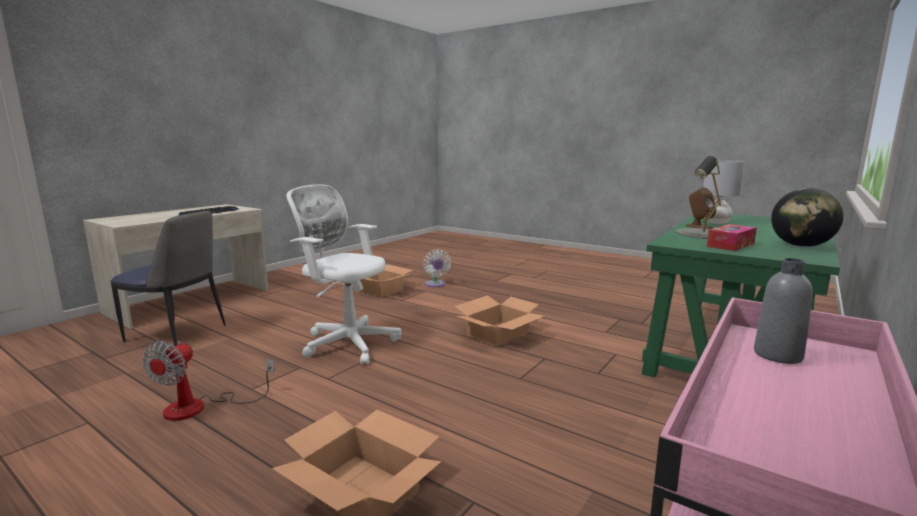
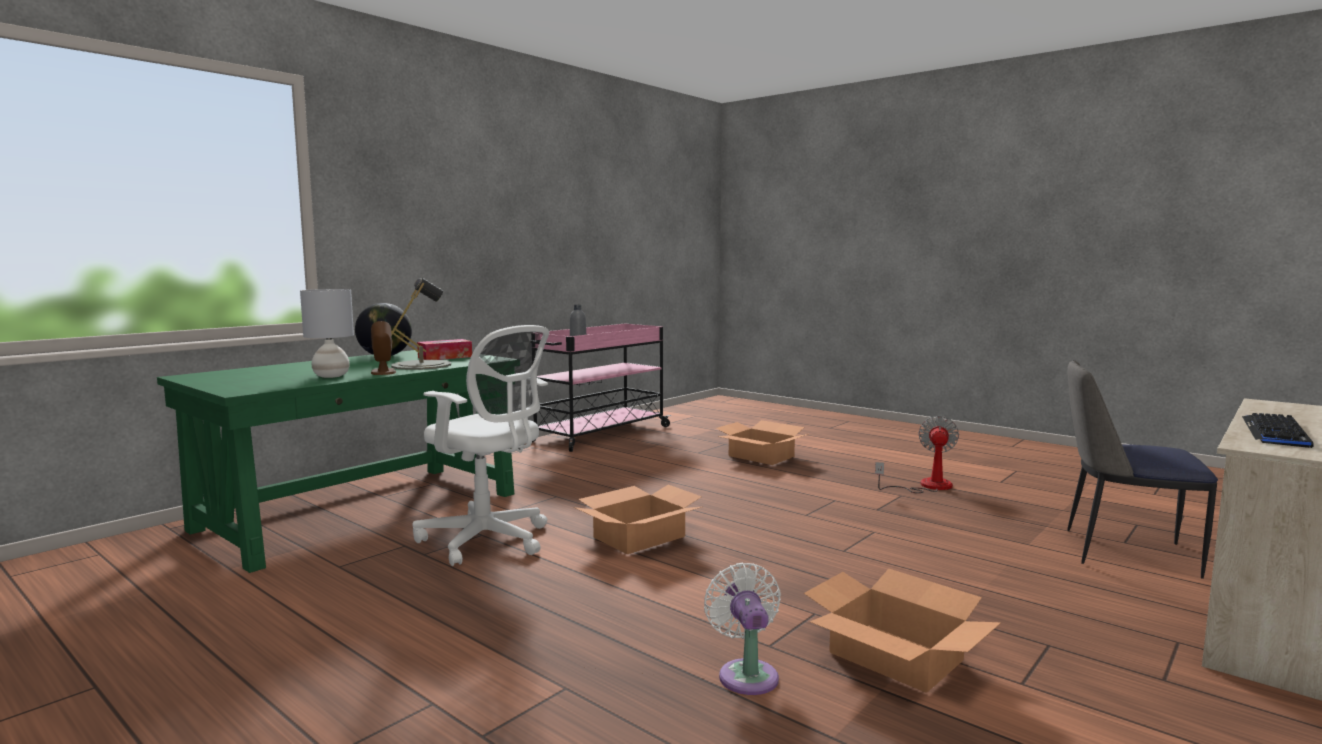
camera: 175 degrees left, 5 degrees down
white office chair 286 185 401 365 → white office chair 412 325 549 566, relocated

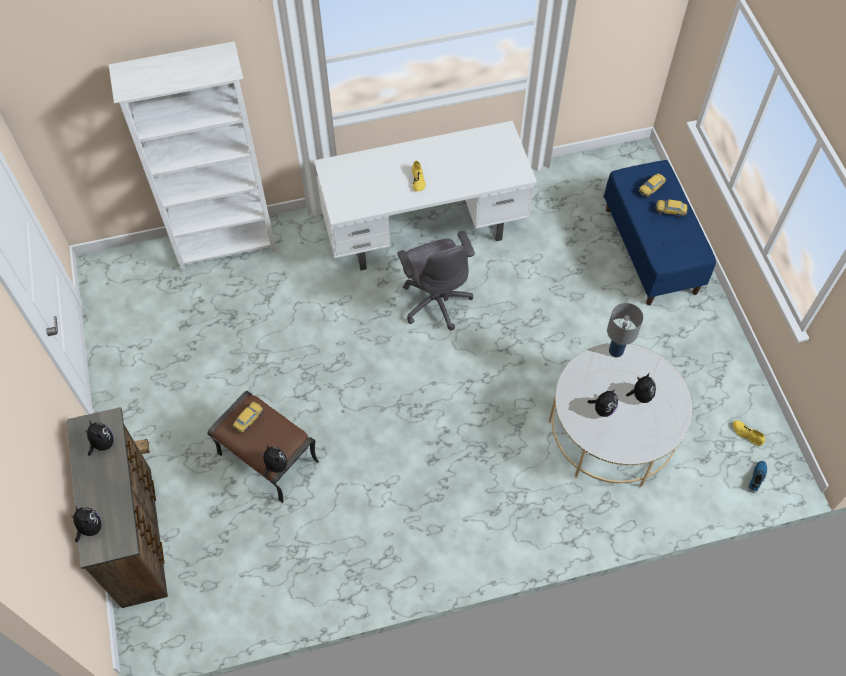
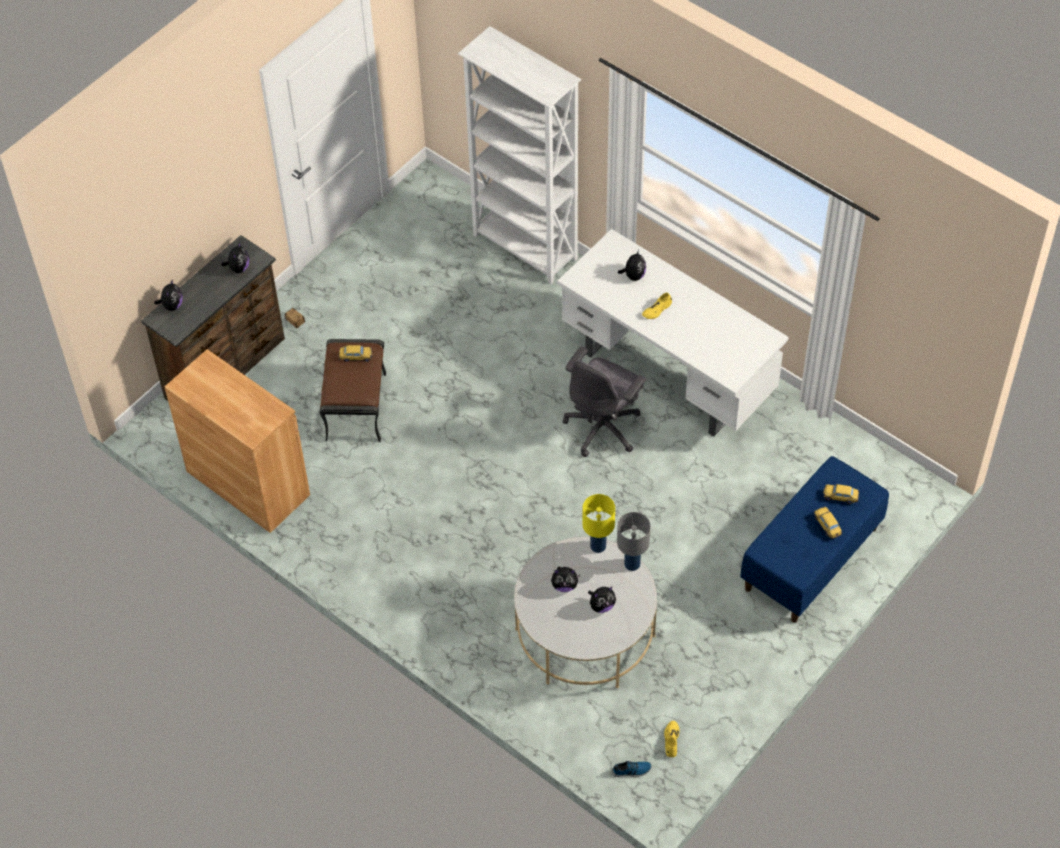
camera: 55 degrees right, 5 degrees down
plush toy 260 445 287 477 → plush toy 618 250 646 281, relocated
- → brown cabinet 165 349 310 533
- → yellow table lamp 582 494 615 553

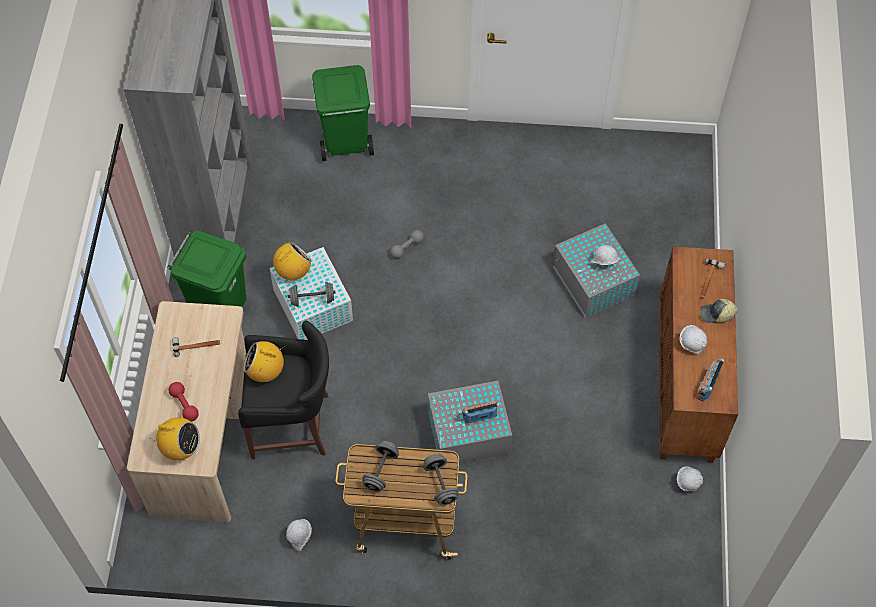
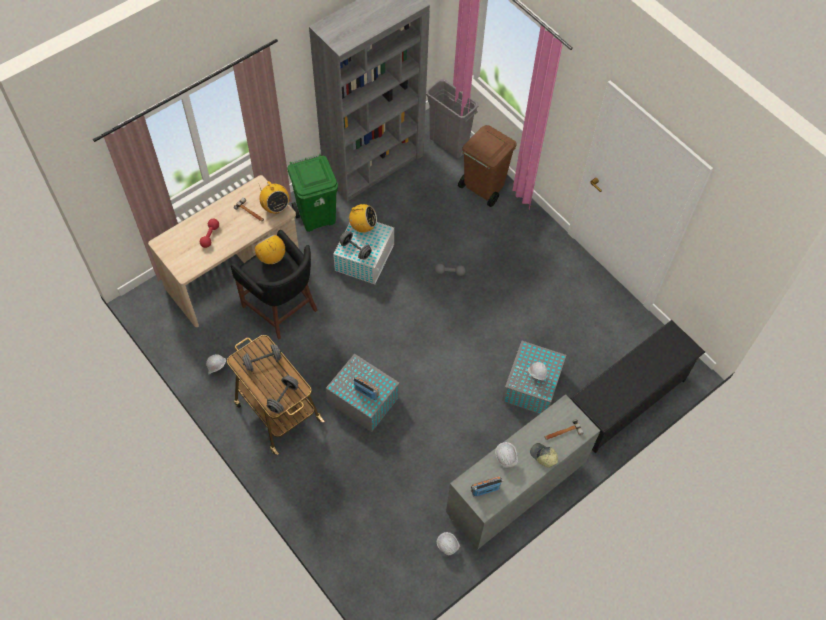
camera: 45 degrees right, 0 degrees up
radio 152 417 200 460 → radio 259 181 289 214, relocated
green trash can 312 65 374 161 → brown trash can 458 125 517 207
brown cabinet 659 246 738 463 → grey cabinet 446 394 601 550
- → grey trash can 426 79 478 159
- → black shoe rack 570 320 705 454

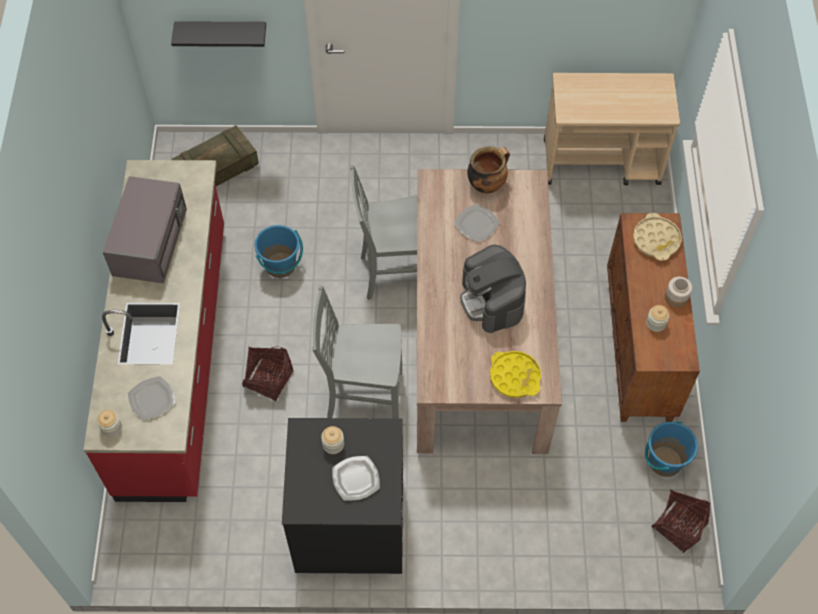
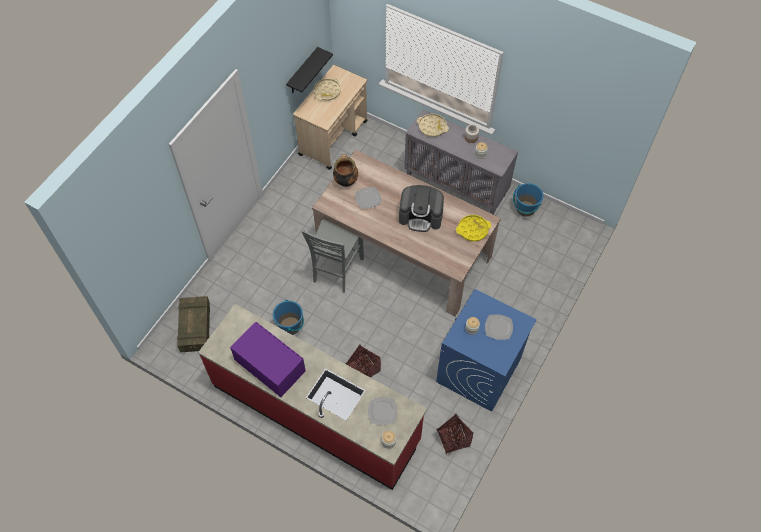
camera: 60 degrees left, 0 degrees up
grey microwave 103 176 187 283 → purple microwave 230 322 306 397
black shelf 171 21 266 47 → black shelf 286 47 333 93, relocated
black washing machine 282 418 403 574 → blue washing machine 436 289 537 412
grey chair 312 286 402 419 → -
brown cabinet 607 213 700 422 → grey cabinet 404 109 518 214
basket 651 490 710 553 → basket 437 414 473 454, relocated
- → beige tray 313 78 341 101

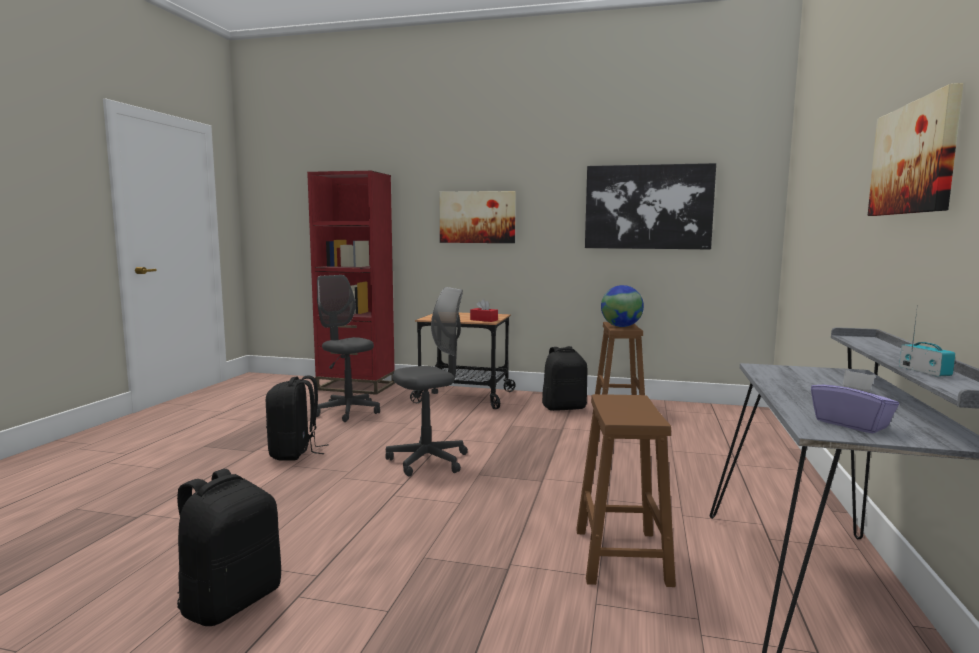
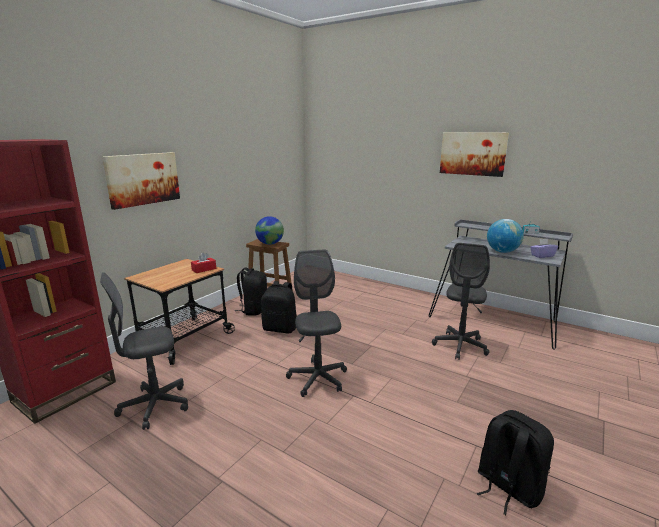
camera: 70 degrees left, 10 degrees up
black backpack 266 375 329 460 → black backpack 261 281 297 334, relocated
brown stool 576 394 676 587 → grey office chair 432 243 490 360
picture 585 163 716 249 → -
- → globe 487 219 524 253

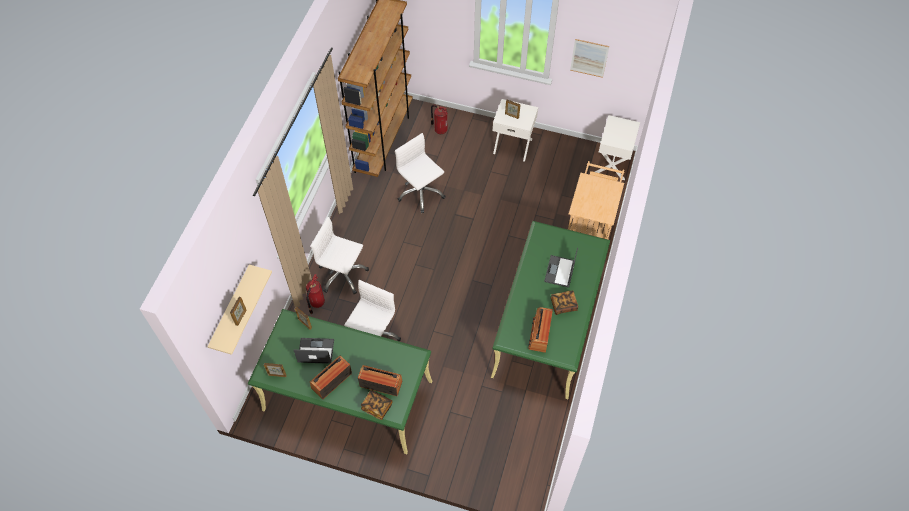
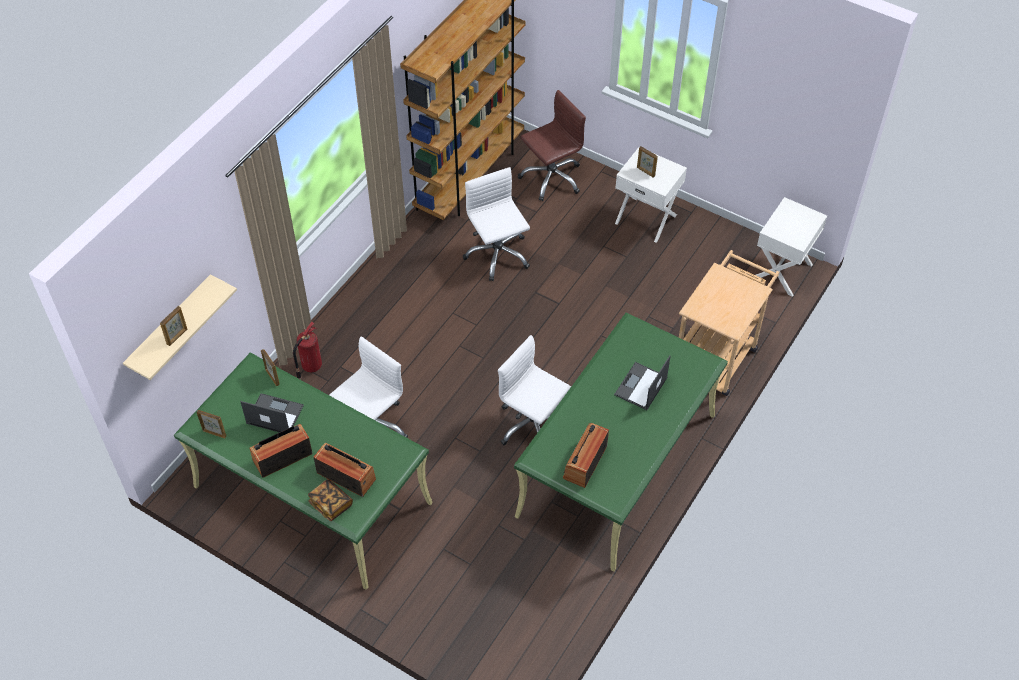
camera: 15 degrees right, 5 degrees down
white office chair 311 217 369 294 → white office chair 498 335 571 445, relocated
fire extinguisher 431 105 448 134 → brown office chair 518 90 586 201
book 551 290 578 315 → -
picture 570 39 609 78 → -

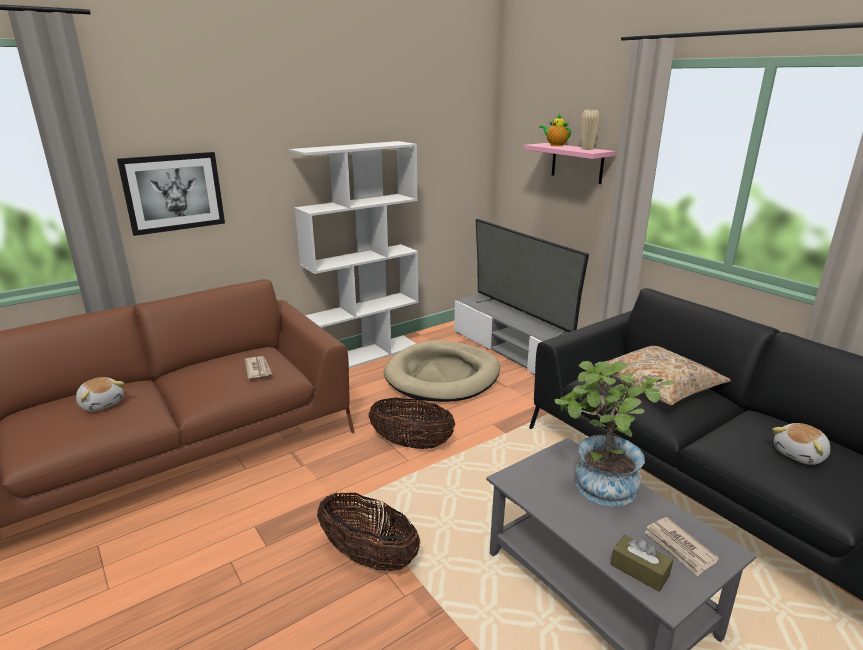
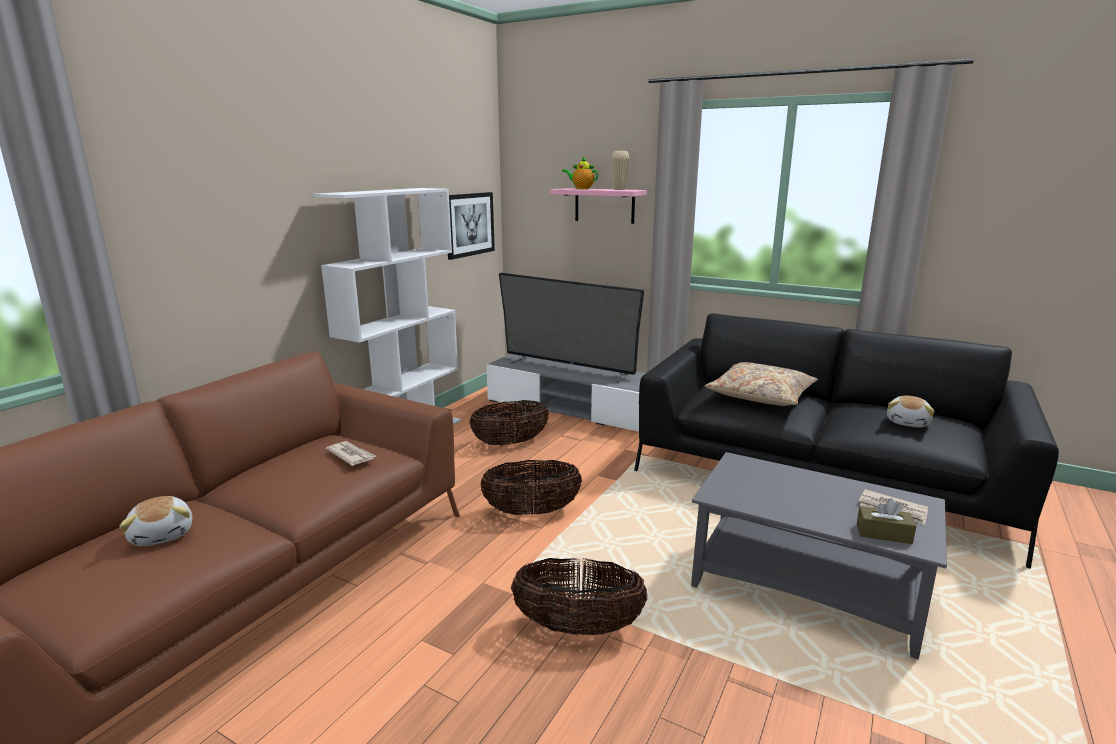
camera: 25 degrees left, 5 degrees down
plush toy 76 377 125 412 → plush toy 119 496 192 546, 45 degrees clockwise
picture 117 152 225 236 → picture 448 192 495 260, relocated
beige dog bed 384 340 500 402 → basket 469 400 549 445
potted plant 555 361 674 507 → -

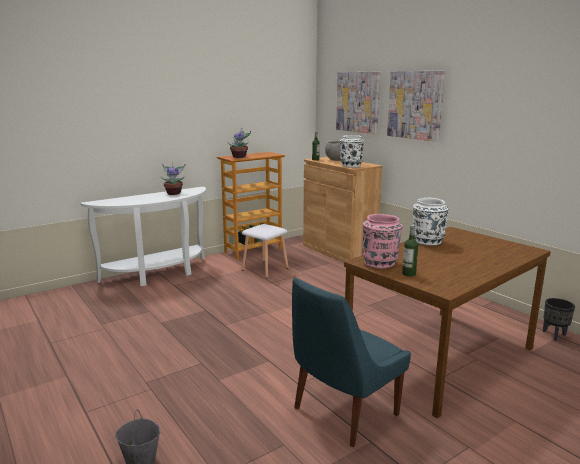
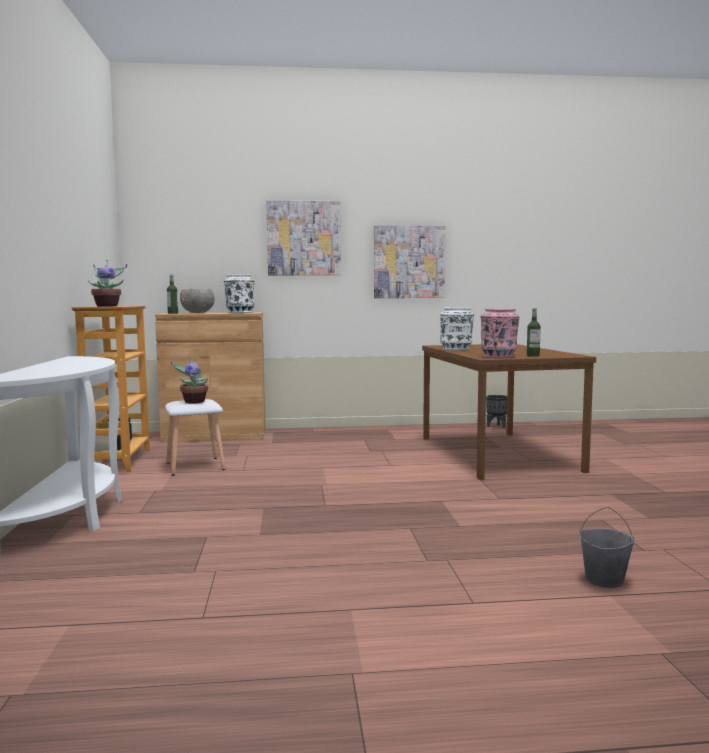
camera: 60 degrees left, 10 degrees down
potted plant 161 162 186 195 → potted plant 171 356 208 403, relocated
blue chair 292 277 411 447 → -
picture 336 72 381 134 → picture 374 225 445 298, relocated

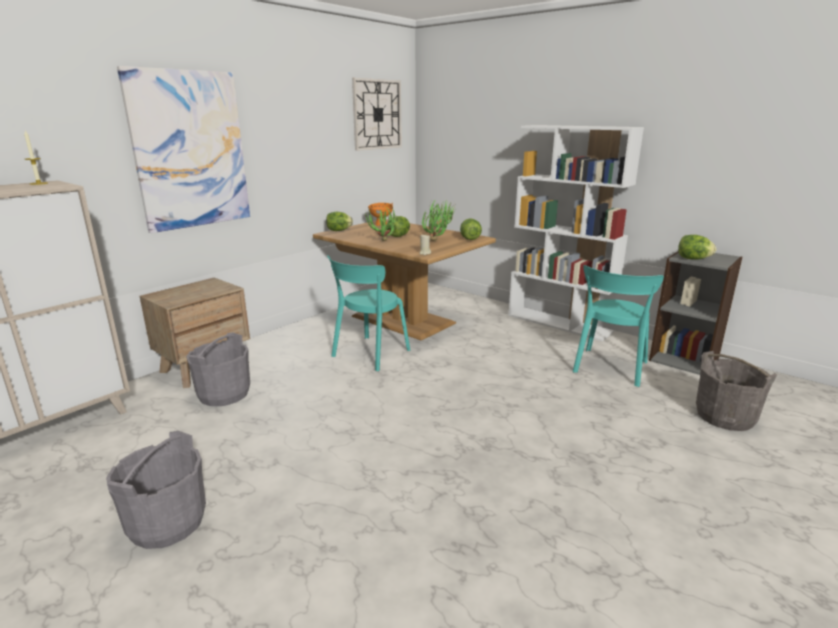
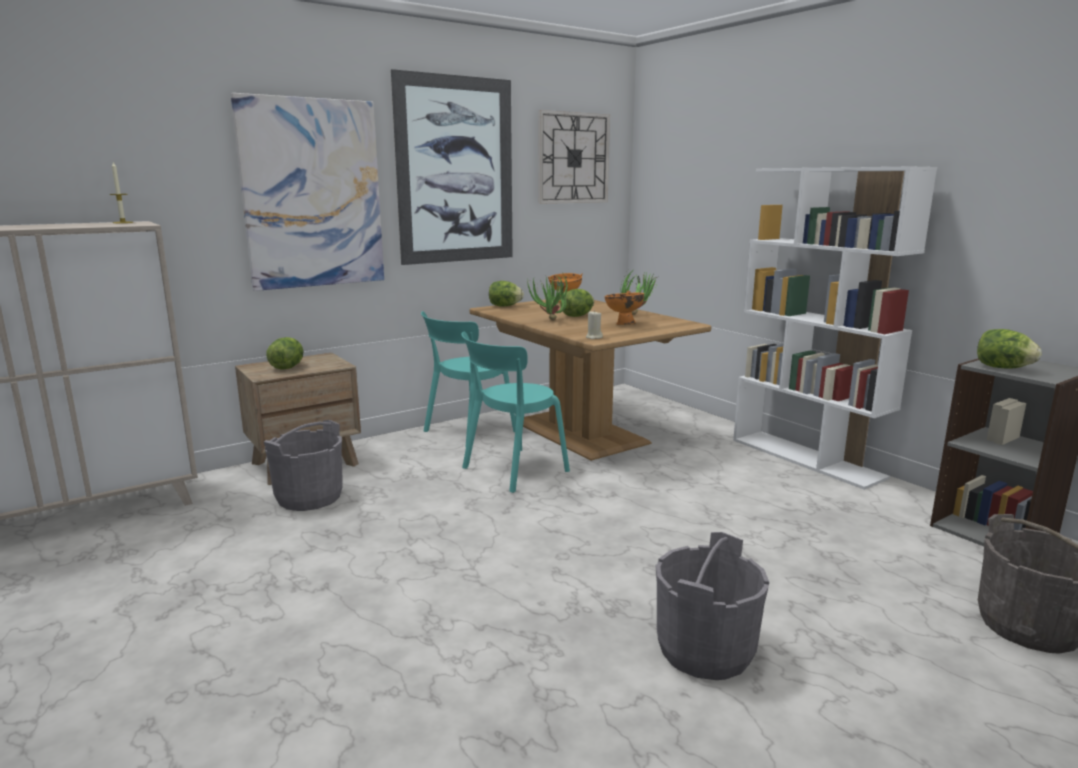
camera: 15 degrees right, 5 degrees down
grey bucket 106 431 206 549 → grey bucket 656 532 769 680, relocated
potted plant 421 204 453 241 → orange bowl 604 290 644 325
lettuce 460 218 482 240 → lettuce 266 337 304 369, relocated
turquoise chair 573 265 664 387 → turquoise chair 421 311 516 448, relocated
- → picture 391 69 513 265

